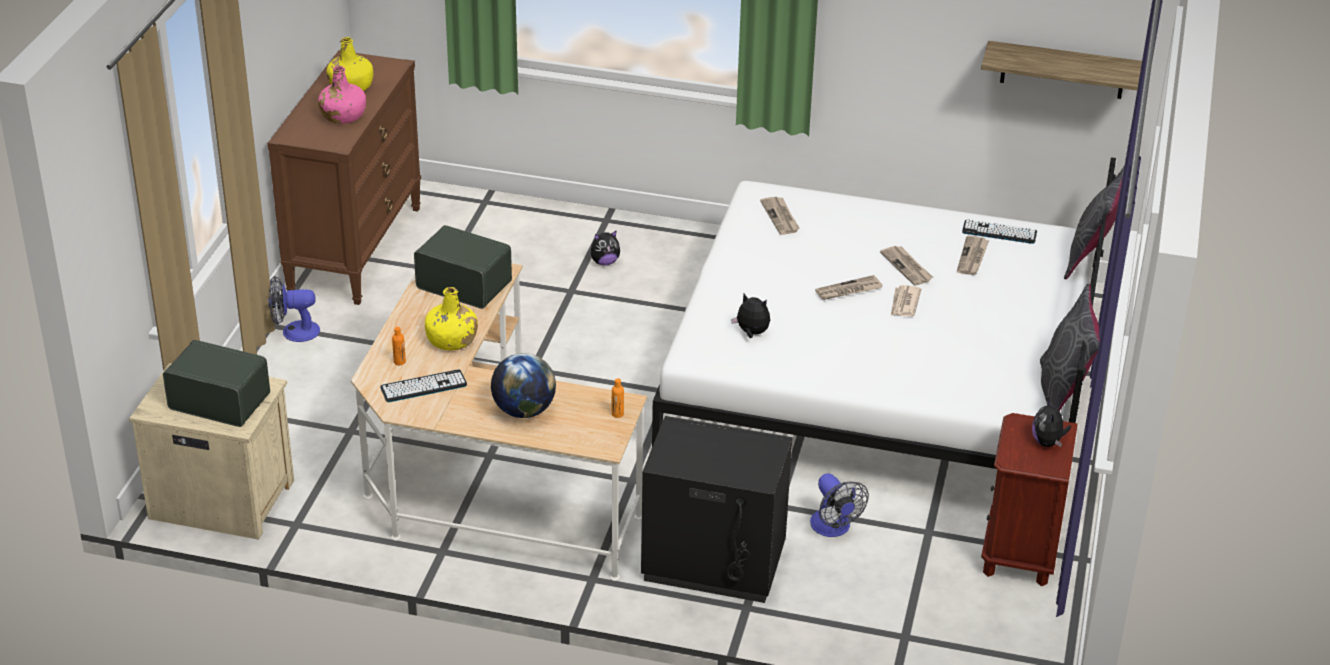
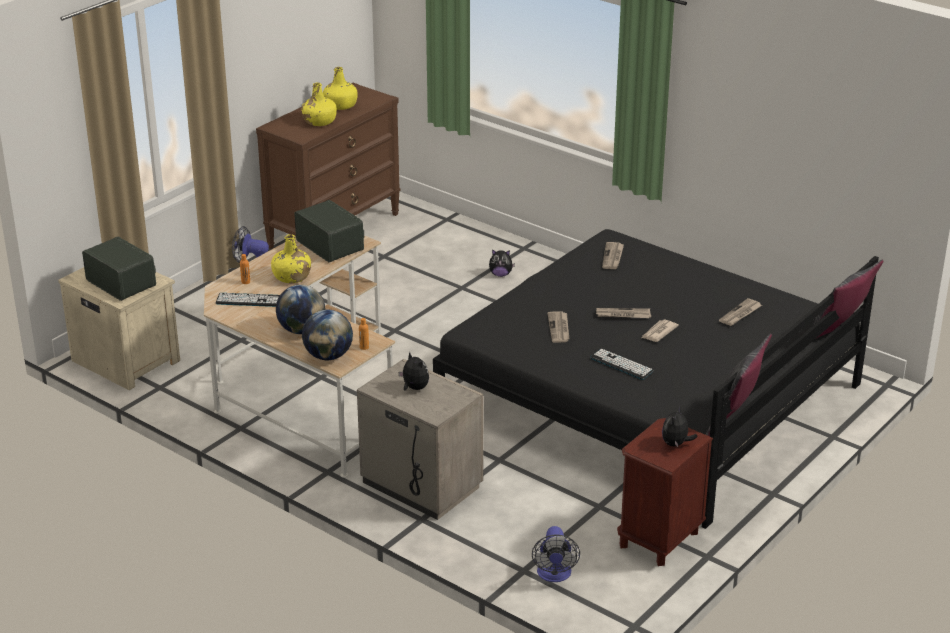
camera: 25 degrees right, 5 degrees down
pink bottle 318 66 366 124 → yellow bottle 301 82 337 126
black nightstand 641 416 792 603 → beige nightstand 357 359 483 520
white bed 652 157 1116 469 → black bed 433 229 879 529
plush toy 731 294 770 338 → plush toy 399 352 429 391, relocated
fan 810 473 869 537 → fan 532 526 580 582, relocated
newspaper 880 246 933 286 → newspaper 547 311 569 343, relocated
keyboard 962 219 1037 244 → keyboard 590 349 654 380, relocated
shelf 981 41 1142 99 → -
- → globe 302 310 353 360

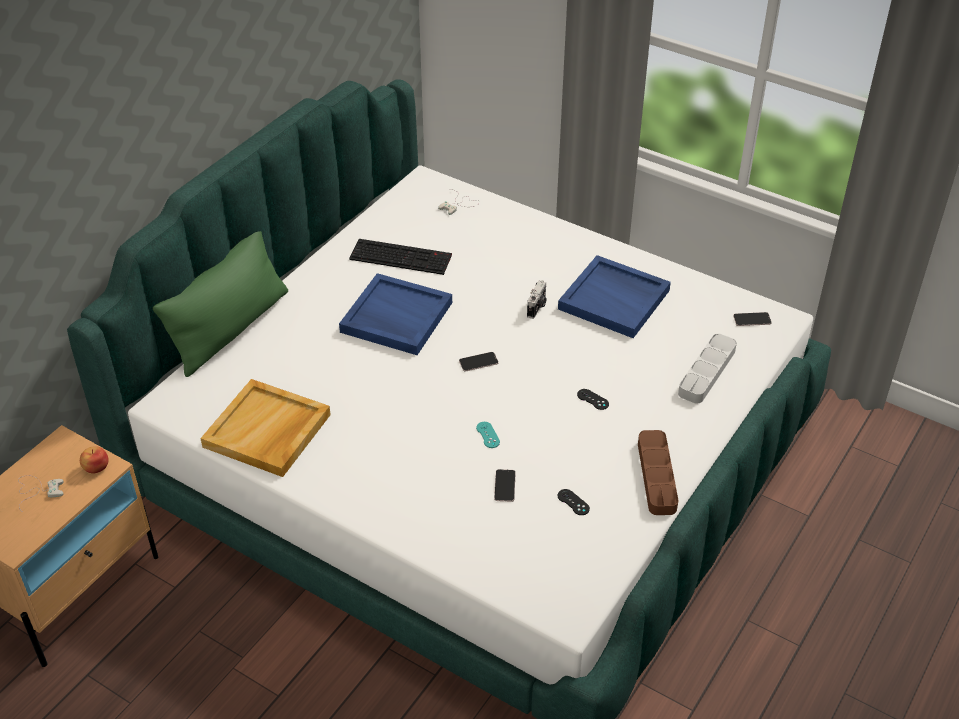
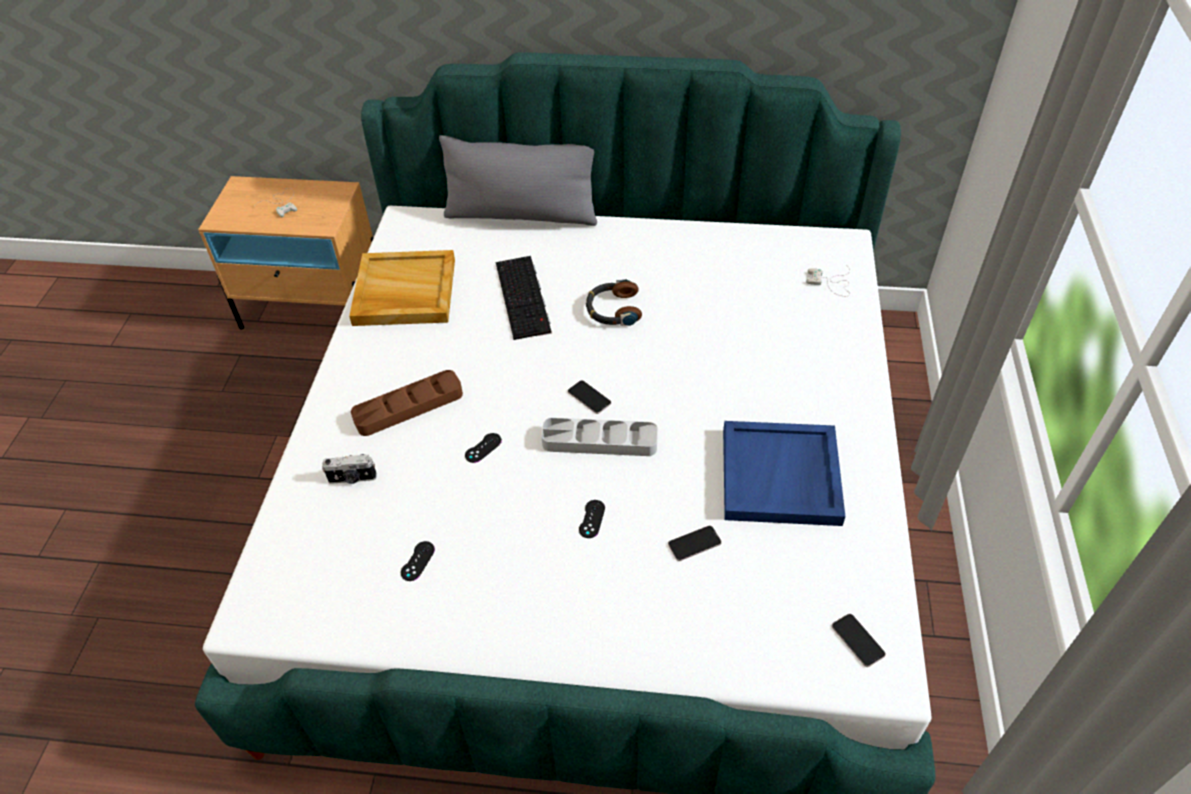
camera: 65 degrees right, 5 degrees up
apple 80 446 109 473 → -
green pillow 153 231 288 377 → grey pillow 439 135 597 226
blue tray 339 273 452 355 → headphones 586 279 642 326
keyboard 349 239 452 275 → keyboard 496 256 552 340, relocated
turquoise game controller 476 422 500 448 → black game controller 465 433 502 463
phone 494 469 516 502 → phone 668 525 722 561, relocated
photo camera 527 280 546 319 → photo camera 322 454 377 484, relocated
brown tray 638 430 678 515 → brown tray 351 370 463 436, relocated
grey tray 678 334 737 403 → grey tray 541 418 658 456, relocated

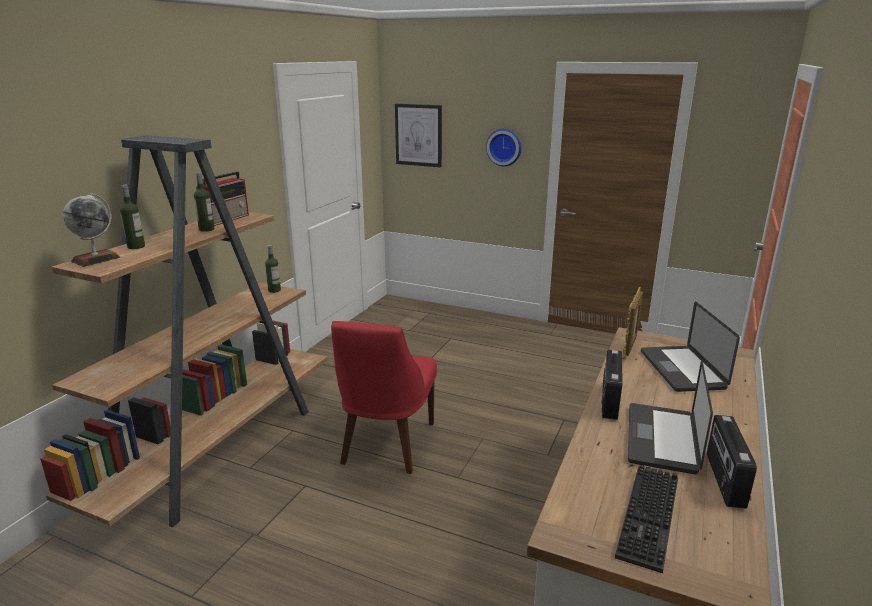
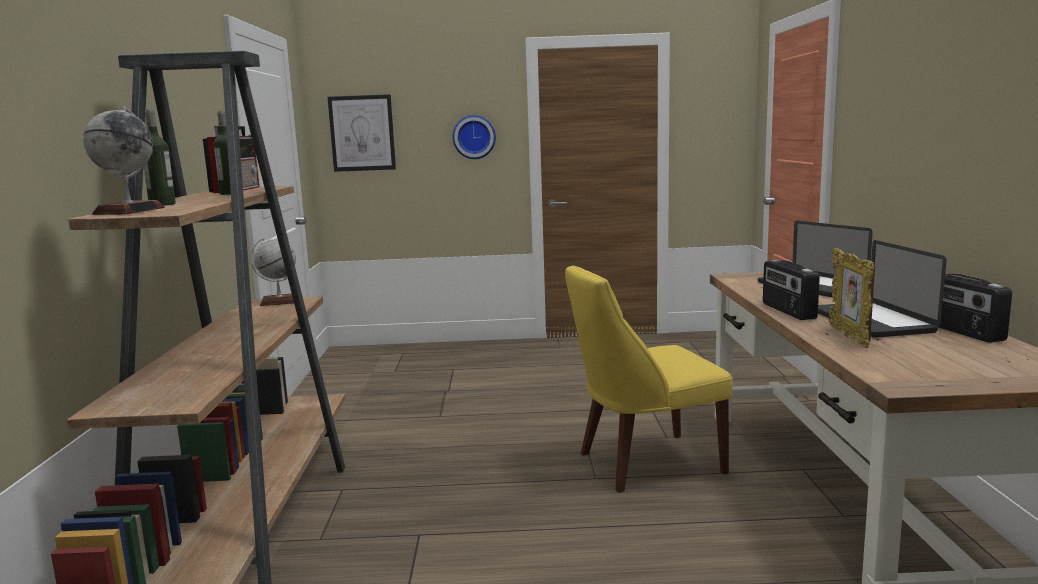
camera: 25 degrees left, 10 degrees down
bottle 265 245 281 293 → globe 250 238 296 306
red chair 331 321 437 474 → -
keyboard 615 465 678 573 → -
picture frame 622 287 643 360 → picture frame 829 248 875 348, relocated
- → yellow chair 565 265 732 493

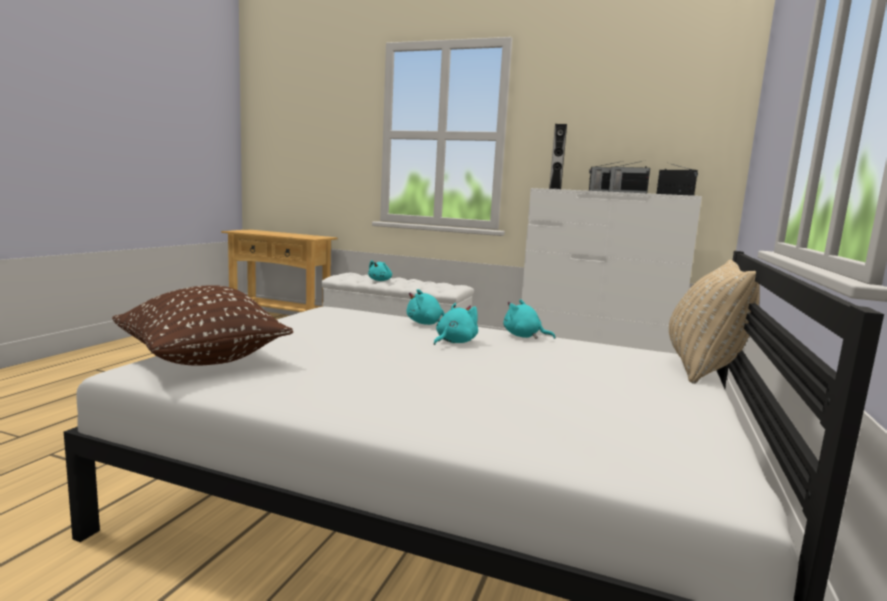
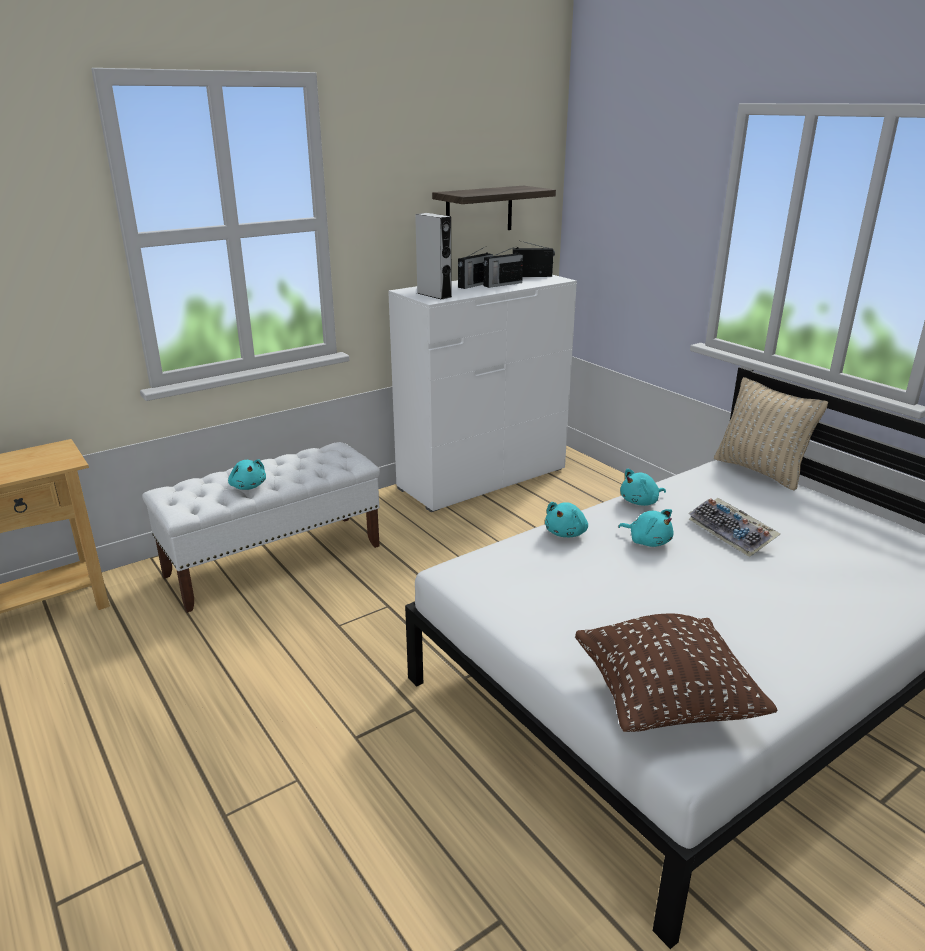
camera: 55 degrees left, 15 degrees up
turquoise plush toy 434 303 478 345 → turquoise plush toy 618 509 674 547, 150 degrees clockwise
- → shelf 432 186 556 230
- → keyboard 688 498 780 557

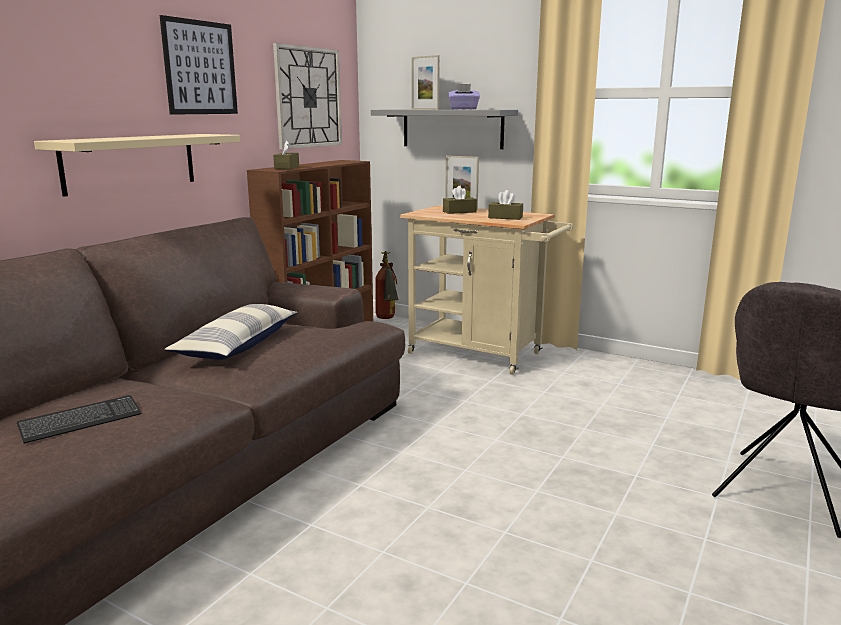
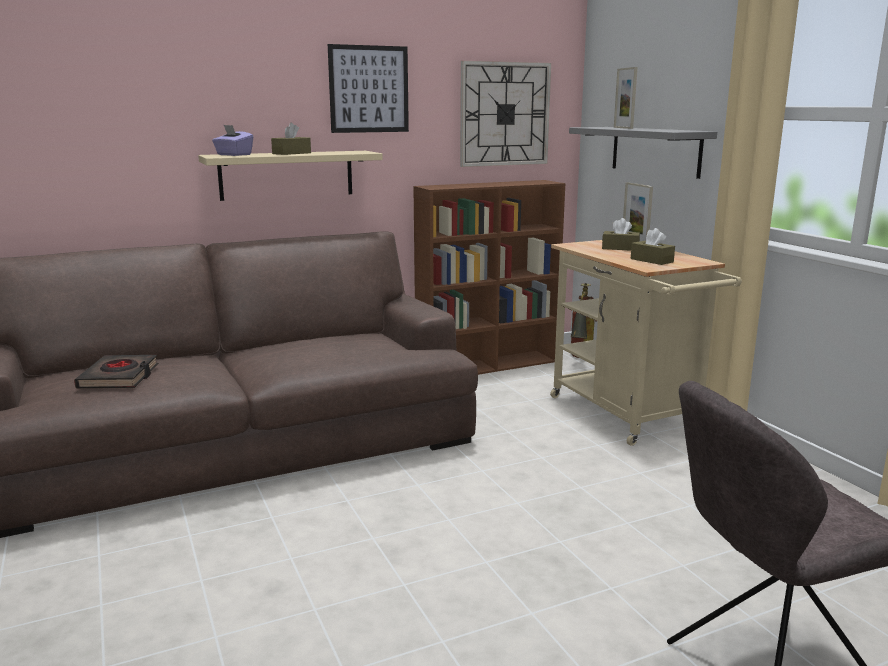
camera: 35 degrees right, 0 degrees up
keyboard 17 395 142 444 → black book 74 355 158 389
pillow 165 304 297 360 → -
brown tissue box 273 140 299 169 → brown tissue box 271 123 311 155, relocated
purple tissue box 448 84 480 109 → purple tissue box 212 125 253 156, relocated

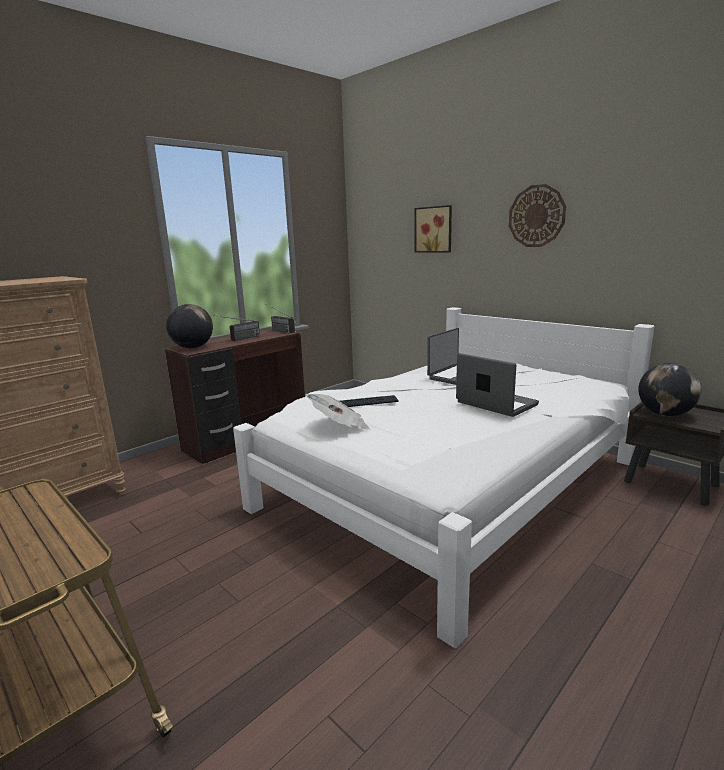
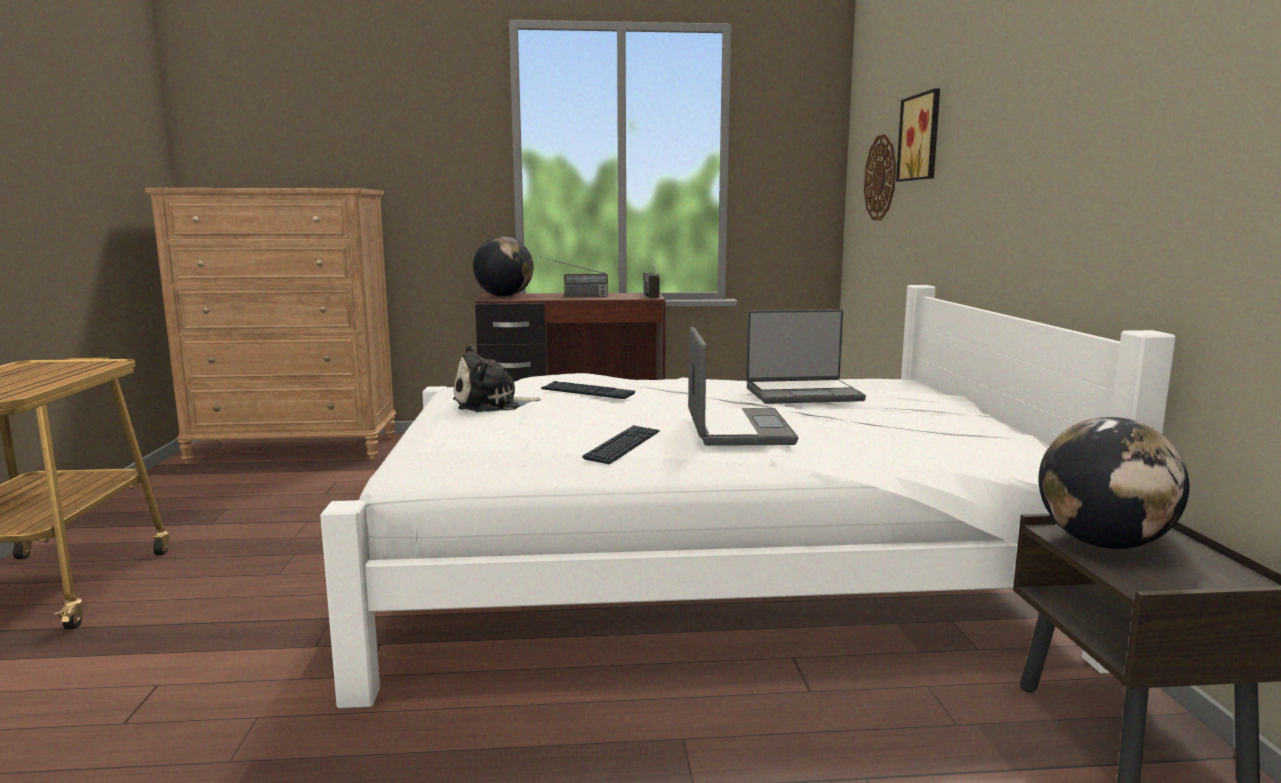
camera: 40 degrees right, 5 degrees down
newspaper 306 394 370 430 → plush toy 453 345 541 412
wall clock 509 184 566 247 → wall clock 864 134 896 220, relocated
- → keyboard 583 425 660 464

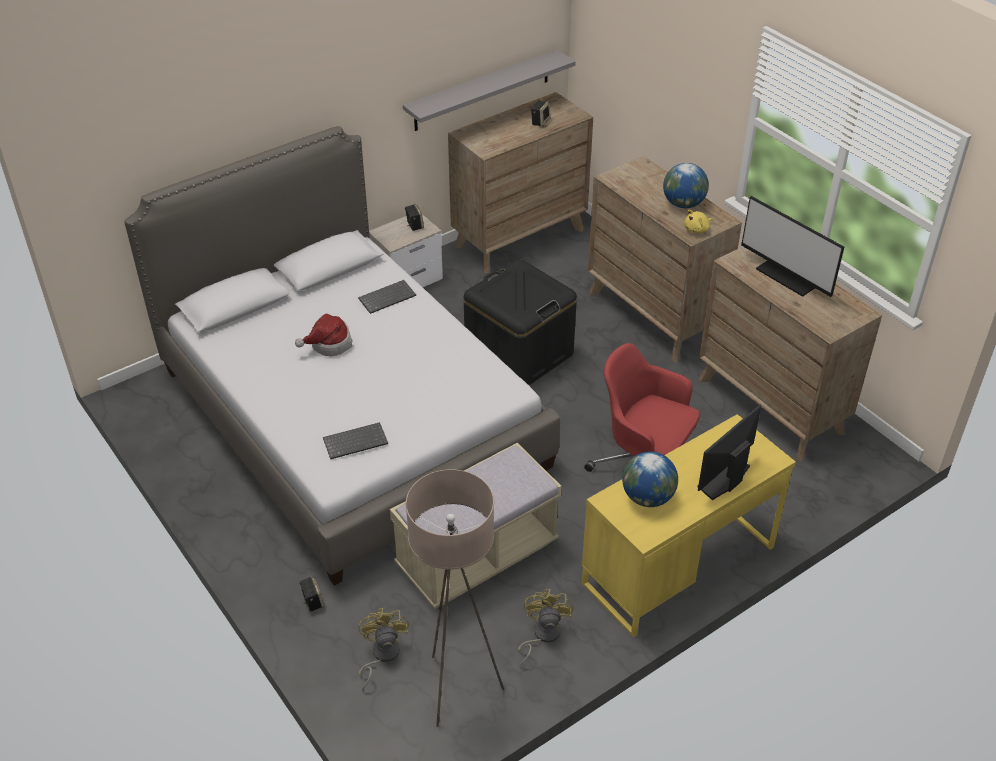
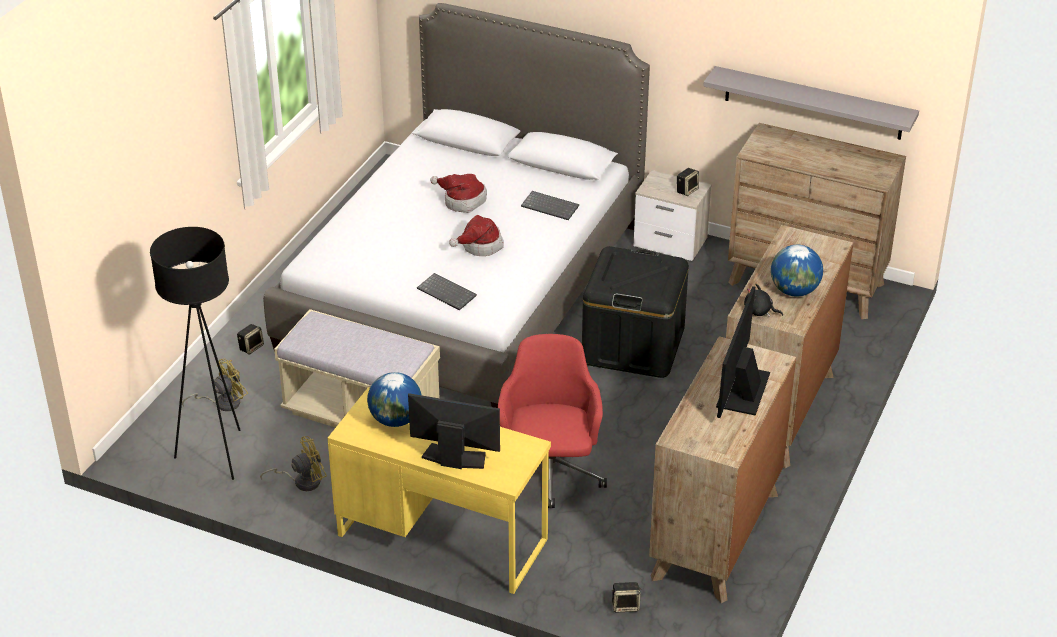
camera: 60 degrees right, 5 degrees down
keyboard 323 422 388 459 → keyboard 417 273 477 310, relocated
beige floor lamp 405 469 504 727 → black floor lamp 150 227 240 480
speaker 531 100 551 127 → speaker 612 582 641 613, relocated
yellow plush toy 684 210 713 233 → black plush toy 744 284 783 317
- → hat 449 215 504 256

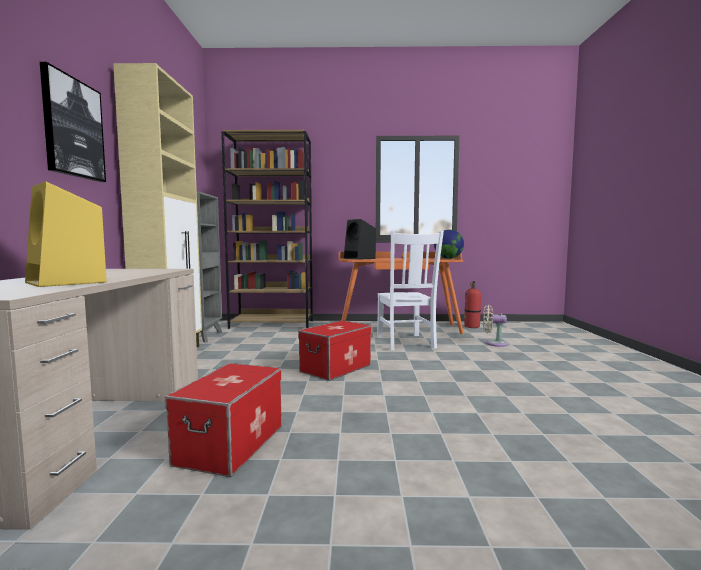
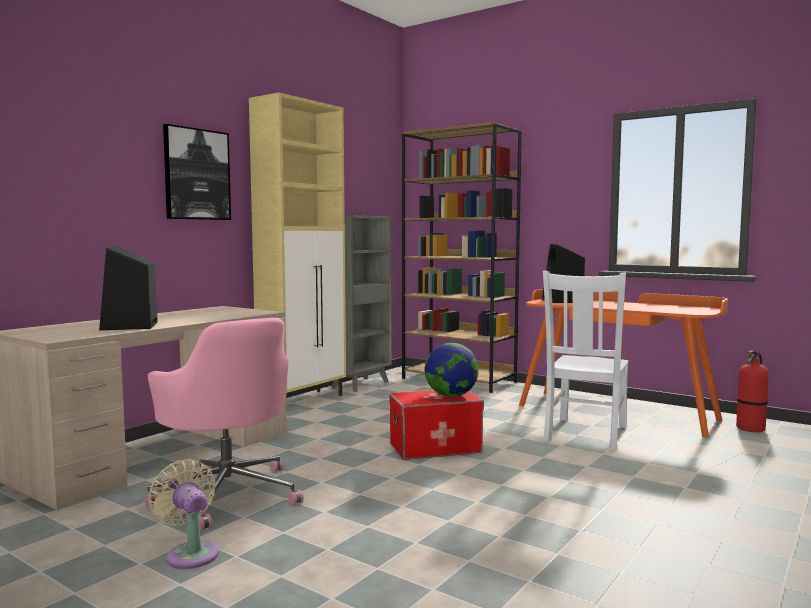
camera: 35 degrees right, 0 degrees up
yellow speaker 25 181 107 287 → black speaker 99 246 158 330
storage box 165 363 282 477 → pink office chair 145 318 304 531
globe 434 230 464 259 → globe 425 343 479 397, relocated
beige fan 483 305 508 347 → beige fan 149 459 219 569, relocated

